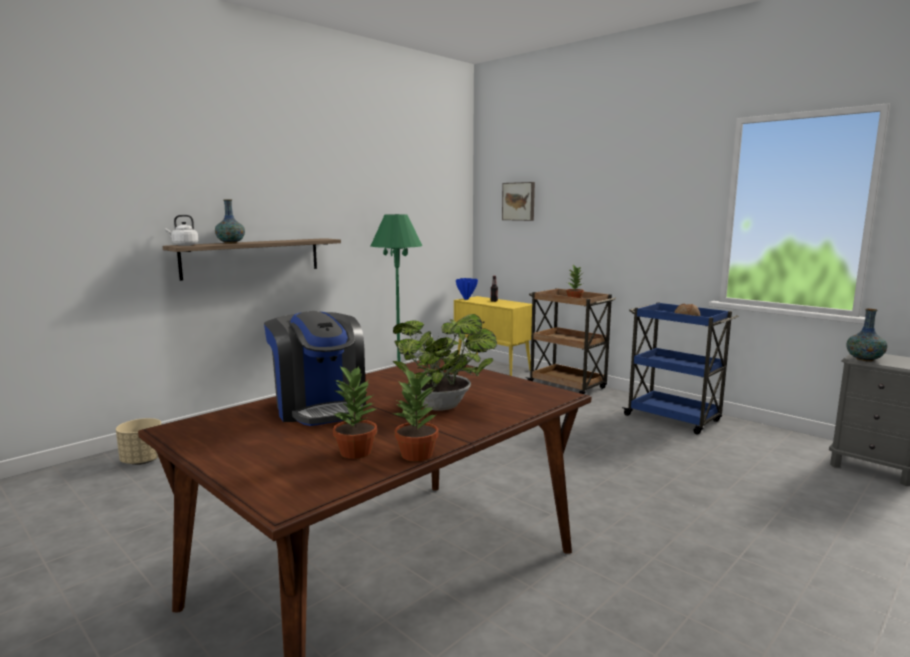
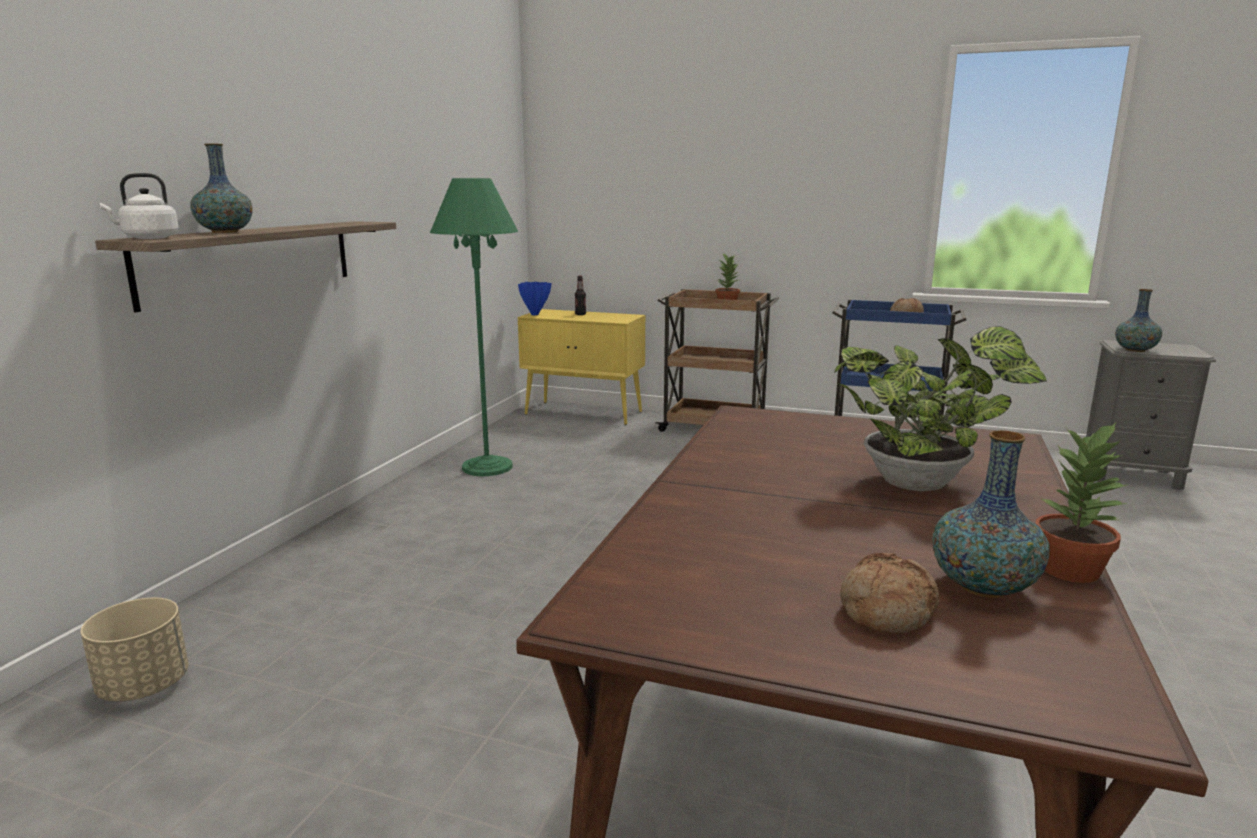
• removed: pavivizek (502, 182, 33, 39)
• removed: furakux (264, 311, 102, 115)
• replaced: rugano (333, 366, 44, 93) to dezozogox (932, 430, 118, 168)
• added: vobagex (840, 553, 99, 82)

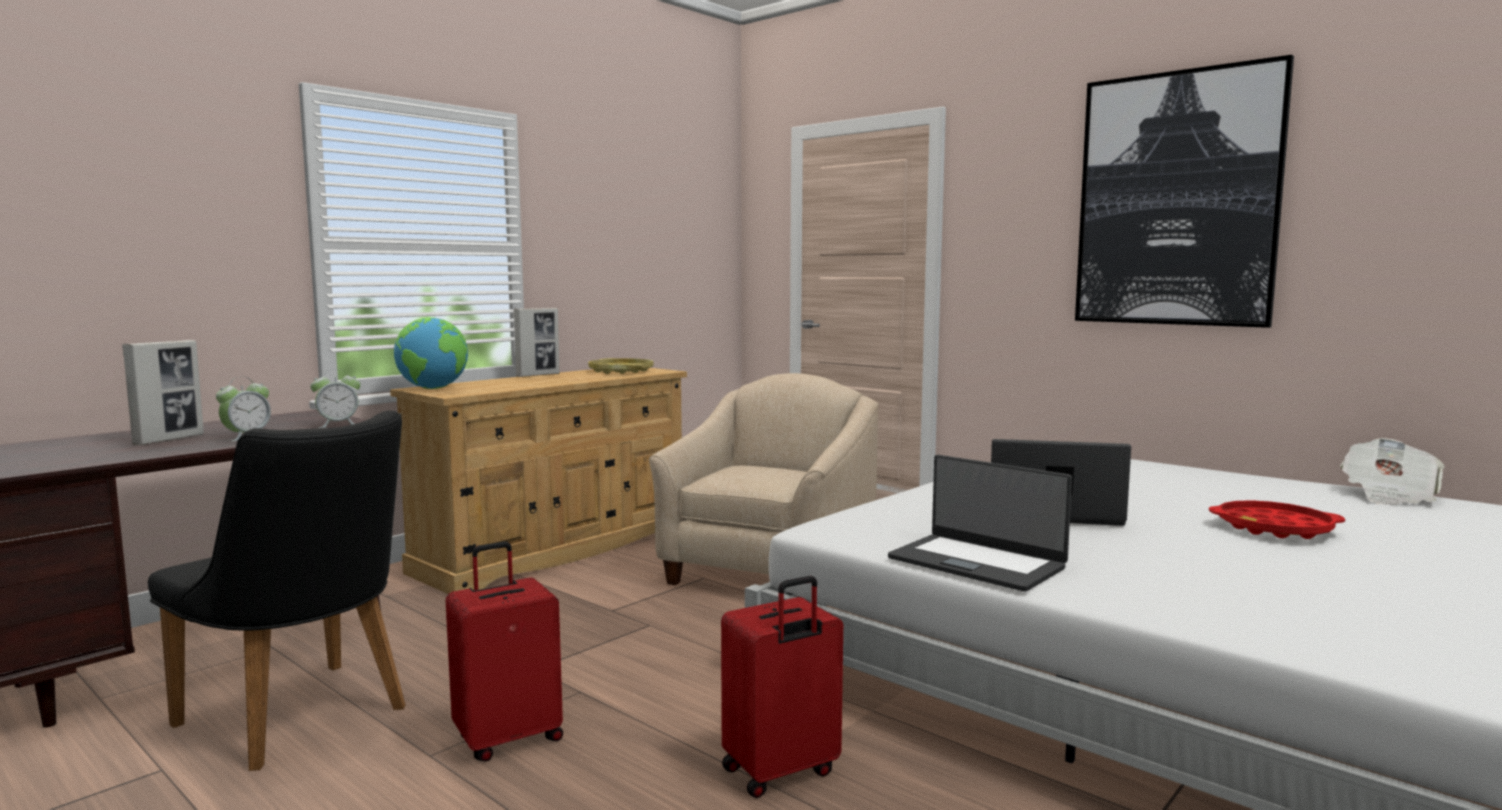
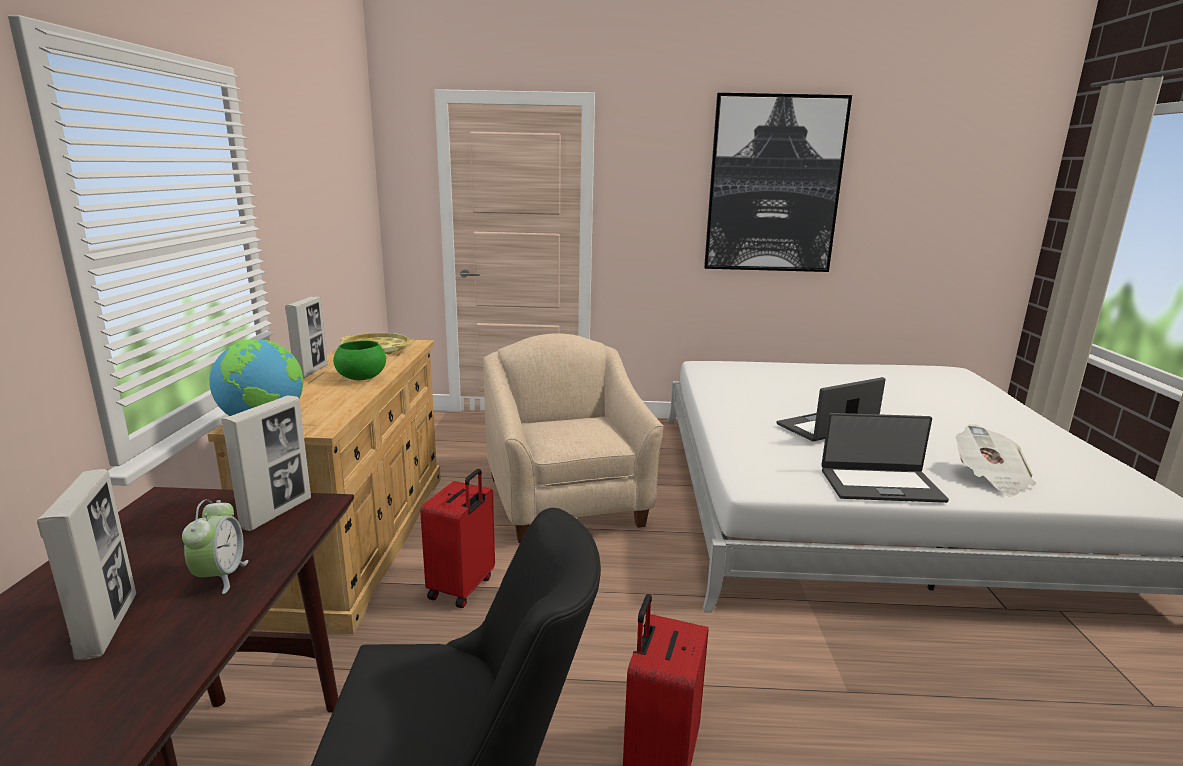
• replaced: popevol (310, 369, 51, 59) to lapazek (221, 395, 90, 136)
• moved: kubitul (1340, 438, 104, 67) to (955, 424, 81, 73)
• removed: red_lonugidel (1209, 500, 136, 39)
• moved: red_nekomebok (721, 576, 122, 222) to (420, 469, 75, 139)
• added: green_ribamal (333, 340, 53, 40)

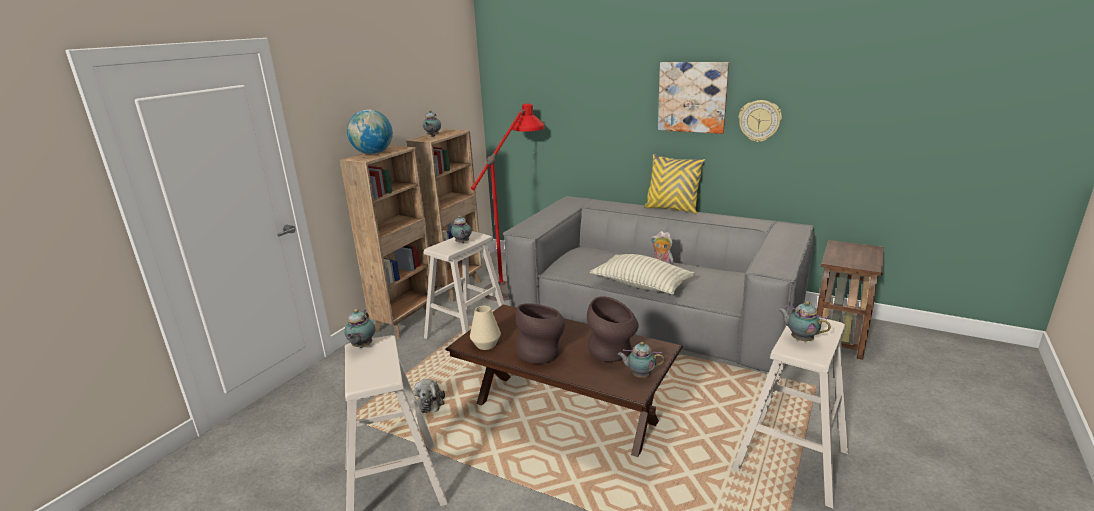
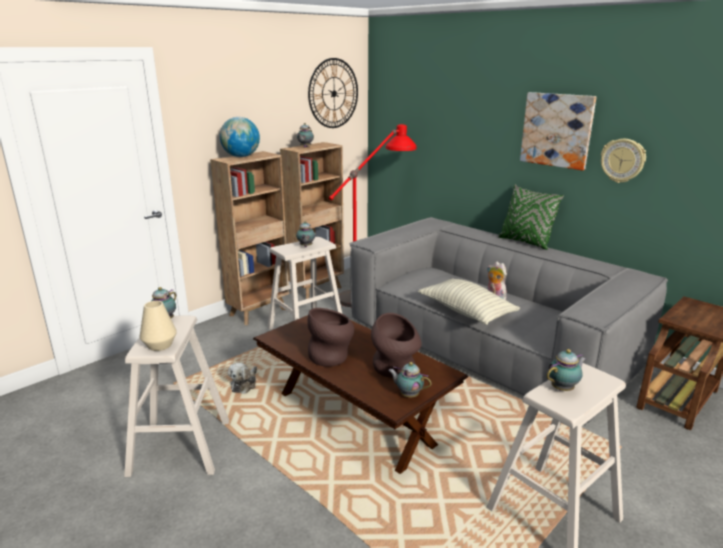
• recoloured: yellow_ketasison (644, 154, 61, 60) to green_ketasison (498, 185, 66, 65)
• turned: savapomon (779, 301, 52, 41) = (547, 349, 39, 42) 90 degrees clockwise
• moved: beige_dezozogox (470, 306, 31, 44) to (140, 301, 37, 50)
• added: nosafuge (308, 58, 50, 70)

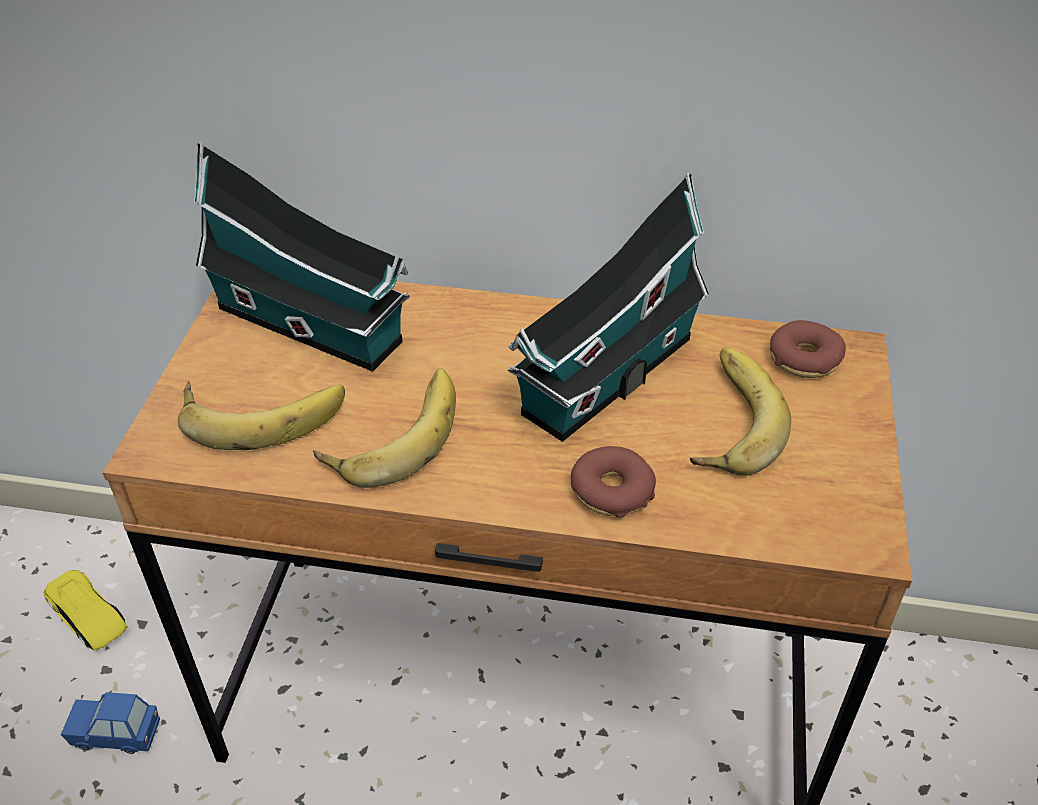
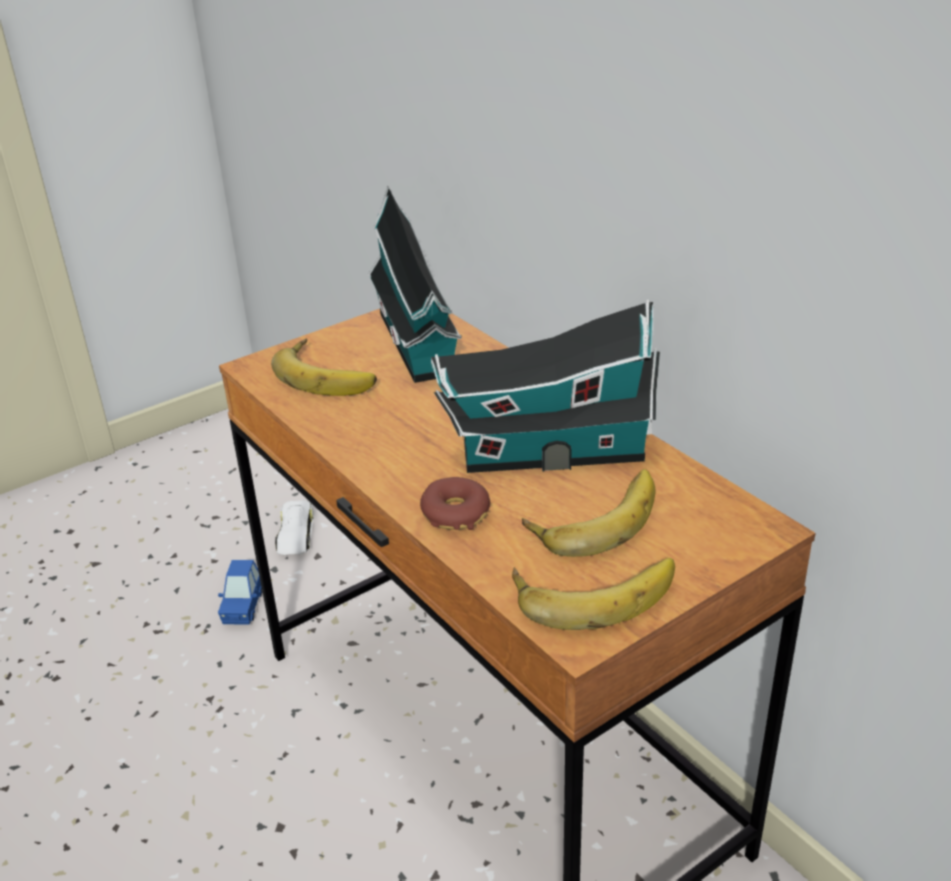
• removed: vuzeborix (770, 320, 76, 58)
• moved: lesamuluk (313, 368, 143, 120) to (512, 558, 163, 72)
• recoloured: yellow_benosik (43, 570, 85, 81) to white_benosik (275, 500, 39, 55)
• turned: blue_benosik (61, 692, 99, 62) = (218, 560, 44, 65) 135 degrees counterclockwise

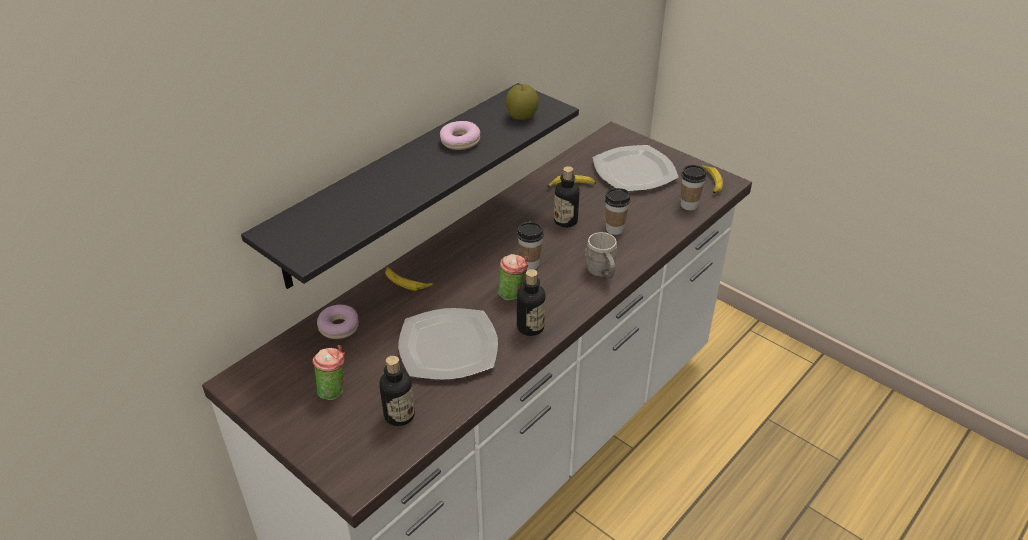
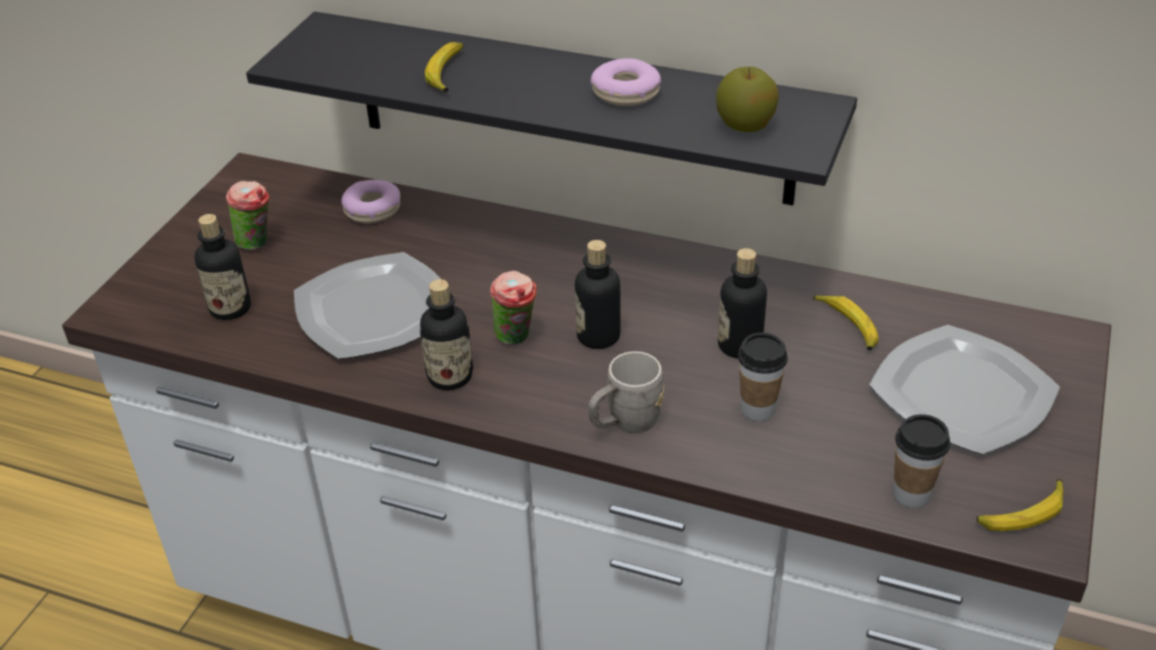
• replaced: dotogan (517, 222, 27, 48) to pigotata (575, 240, 46, 109)
• moved: lesamuluk (385, 267, 48, 24) to (425, 42, 39, 50)

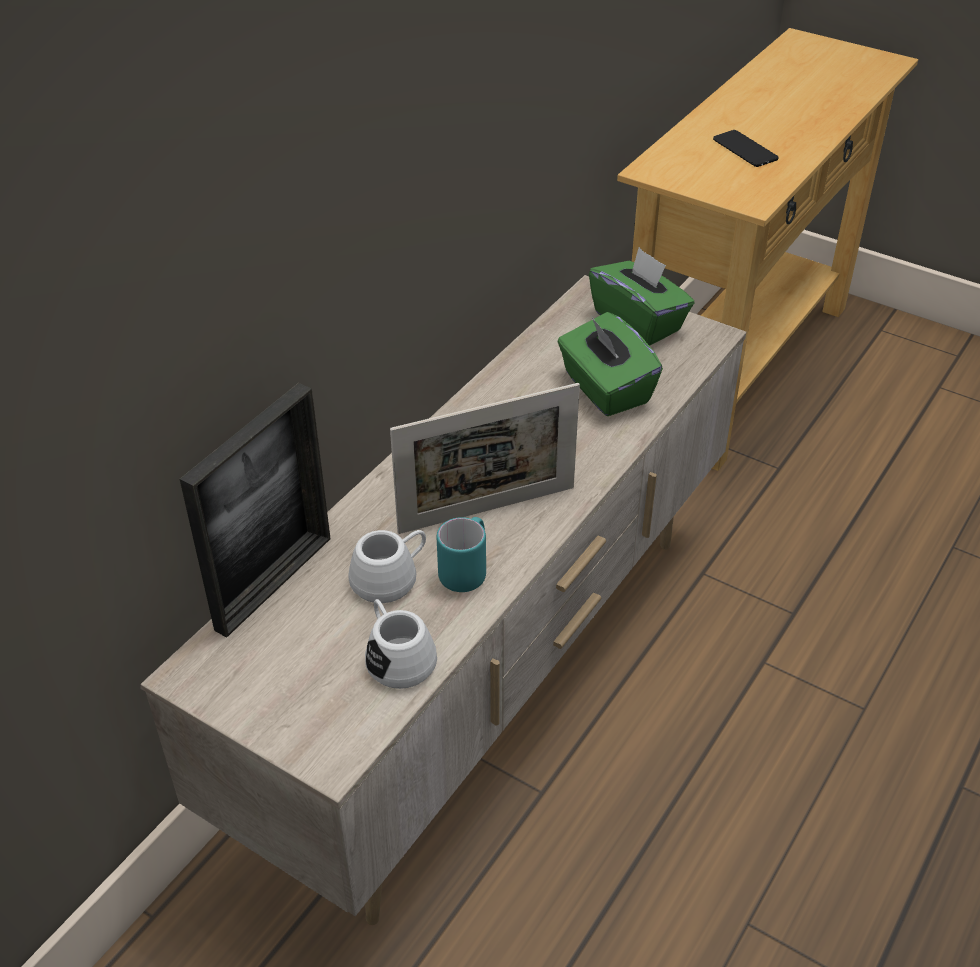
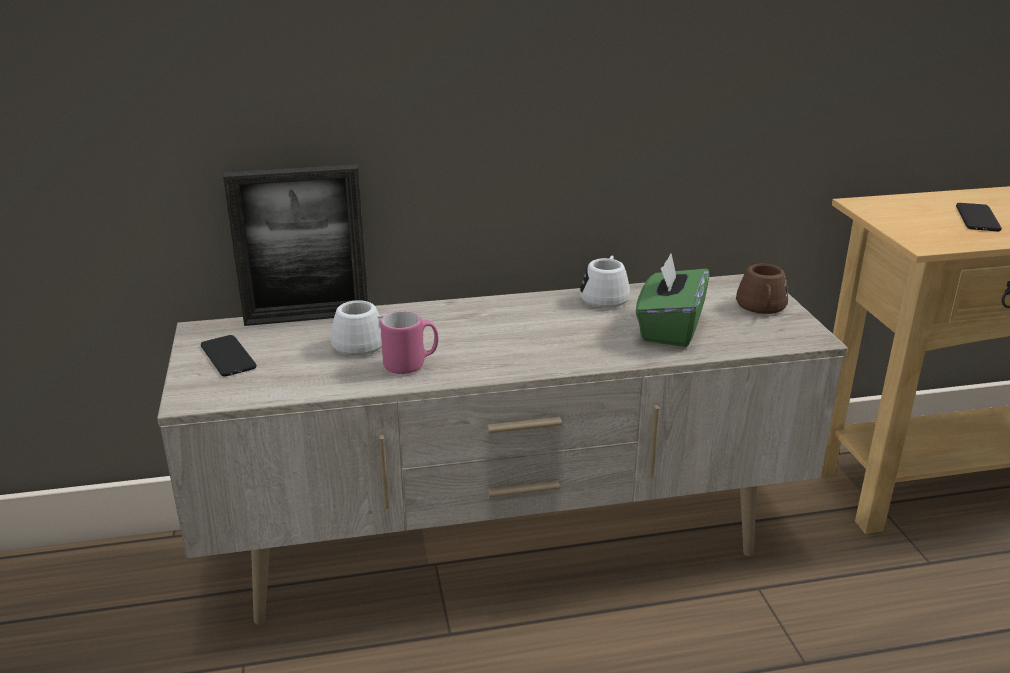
• replaced: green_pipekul (589, 247, 106, 99) to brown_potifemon (736, 264, 52, 50)
• removed: lapazek (390, 383, 190, 151)
• recoloured: turquoise_potifemon (437, 517, 49, 75) to pink_potifemon (380, 311, 59, 63)
• moved: white_potifemon (365, 599, 72, 90) to (580, 256, 50, 52)
• added: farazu (201, 335, 55, 42)

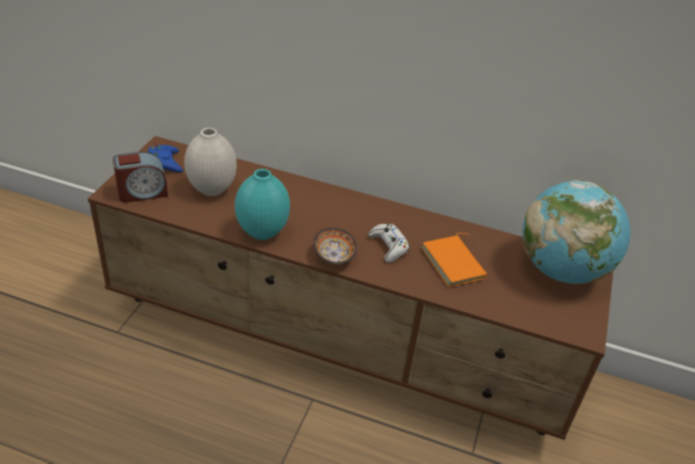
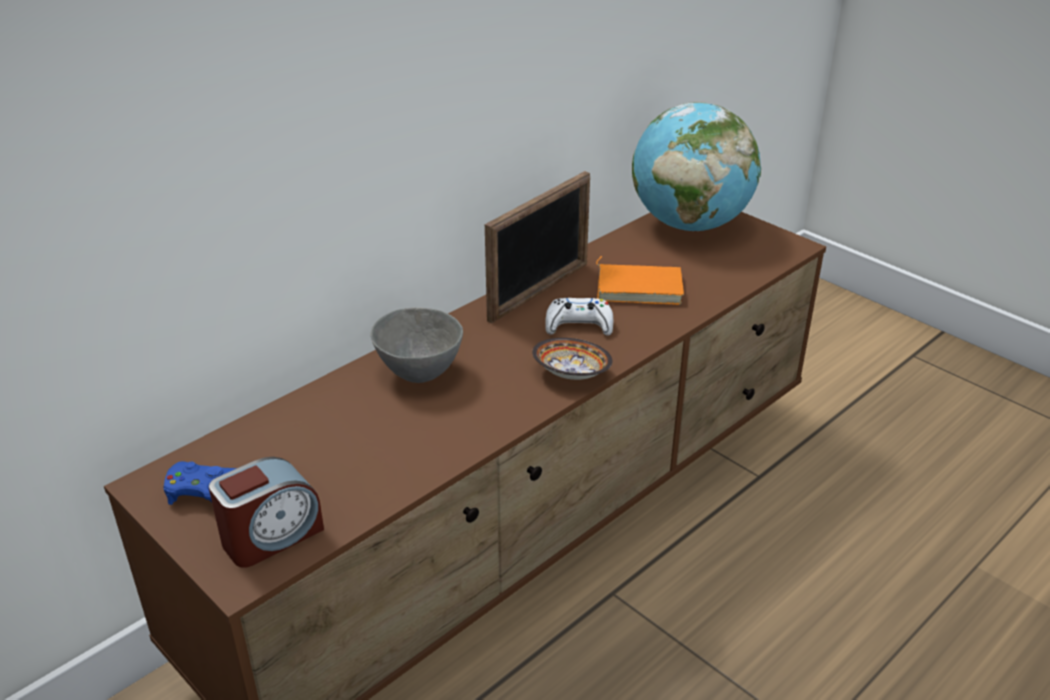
• removed: white_dezozogox (184, 128, 53, 68)
• turned: popevol (113, 152, 55, 51) = (209, 457, 115, 111) 45 degrees clockwise
• removed: turquoise_dezozogox (235, 169, 55, 71)
• added: lapazek (485, 171, 105, 152)
• added: grey_ribamal (370, 307, 93, 76)

